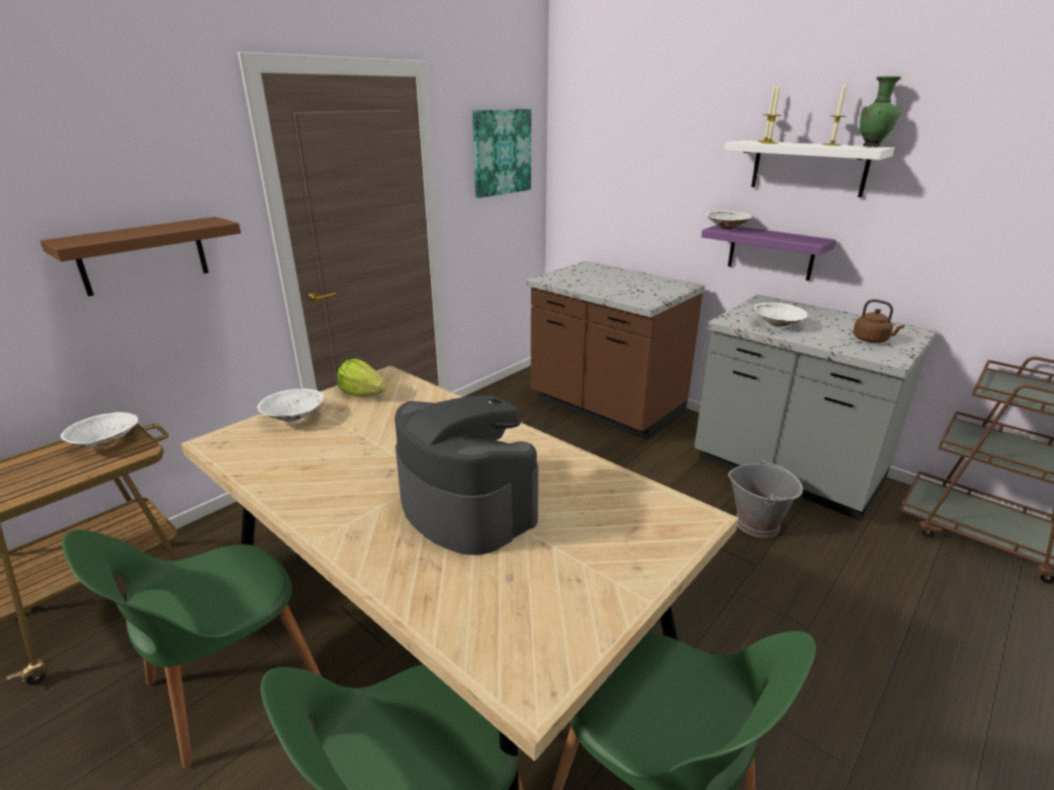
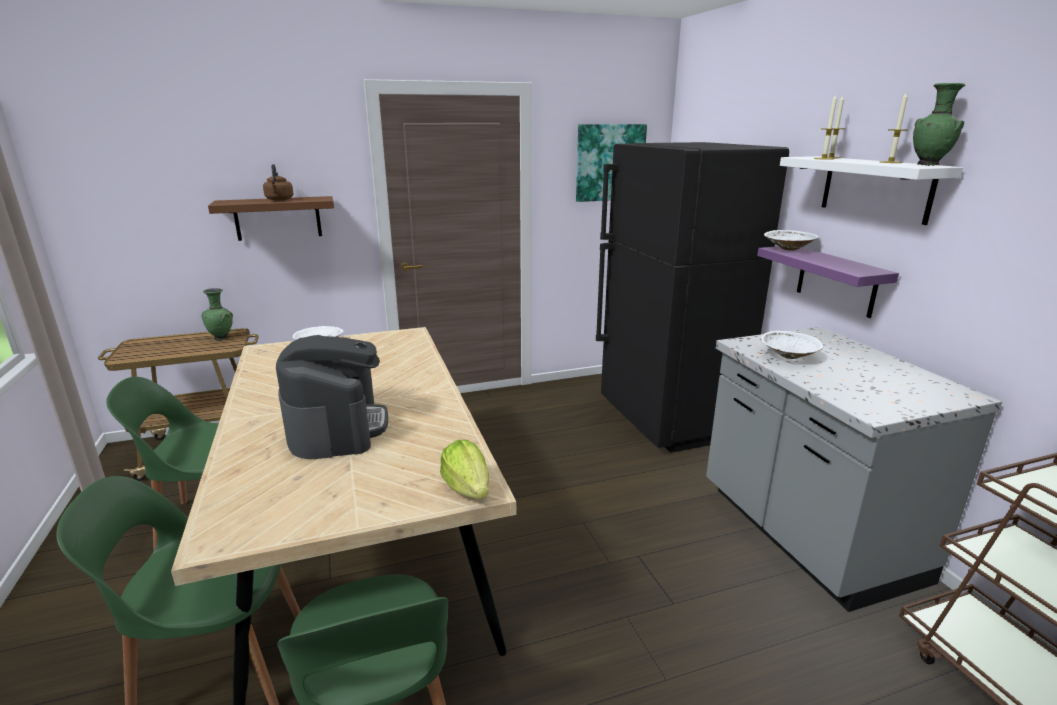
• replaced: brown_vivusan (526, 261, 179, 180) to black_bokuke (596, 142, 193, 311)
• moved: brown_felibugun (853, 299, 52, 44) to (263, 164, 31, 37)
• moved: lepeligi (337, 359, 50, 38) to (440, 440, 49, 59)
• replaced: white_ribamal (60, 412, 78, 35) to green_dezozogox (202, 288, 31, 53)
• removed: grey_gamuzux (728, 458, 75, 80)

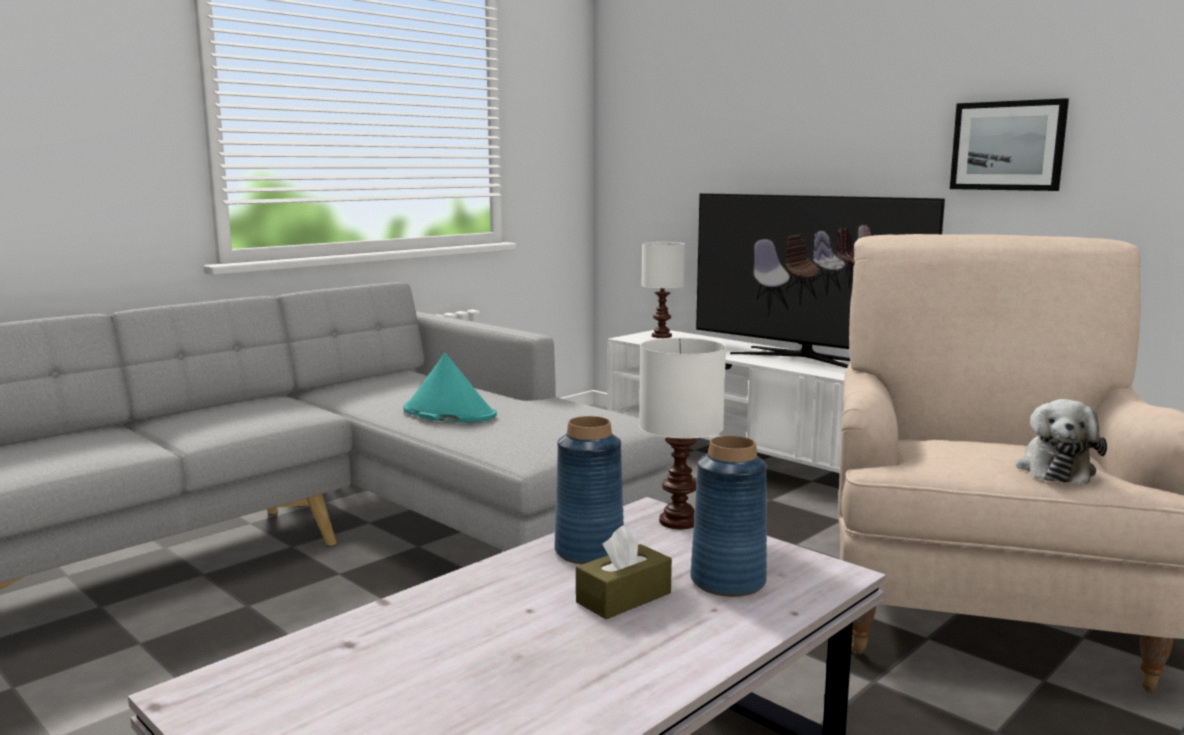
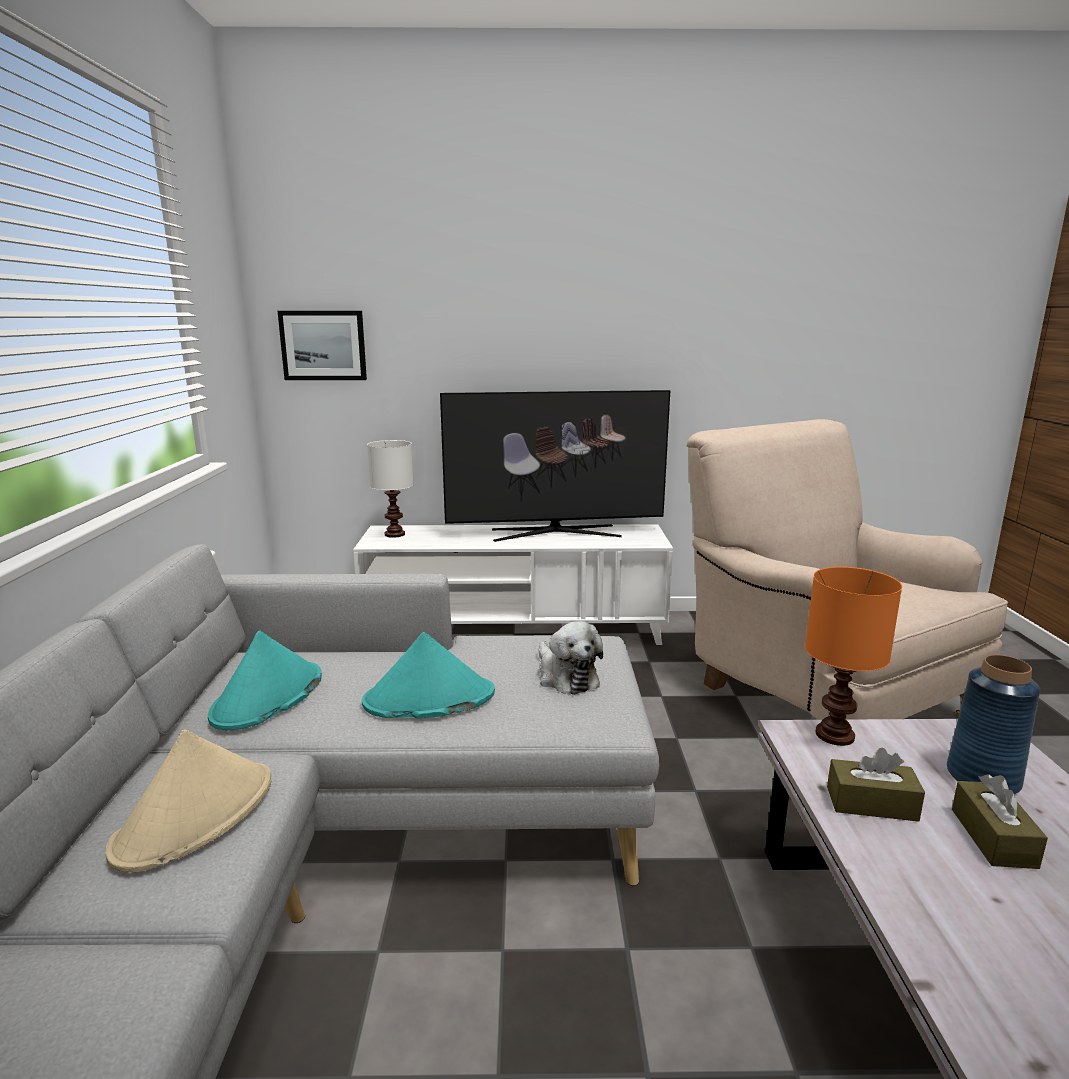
• moved: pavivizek (950, 98, 119, 93) to (278, 311, 89, 69)
• recoloured: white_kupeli (639, 338, 87, 191) to orange_kupeli (805, 567, 97, 179)
• moved: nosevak (1016, 399, 91, 85) to (539, 621, 64, 74)
• replaced: blue_dezozogox (554, 416, 70, 148) to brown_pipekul (827, 748, 98, 74)
• added: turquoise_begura (208, 630, 114, 100)
• added: beige_begura (106, 729, 166, 143)

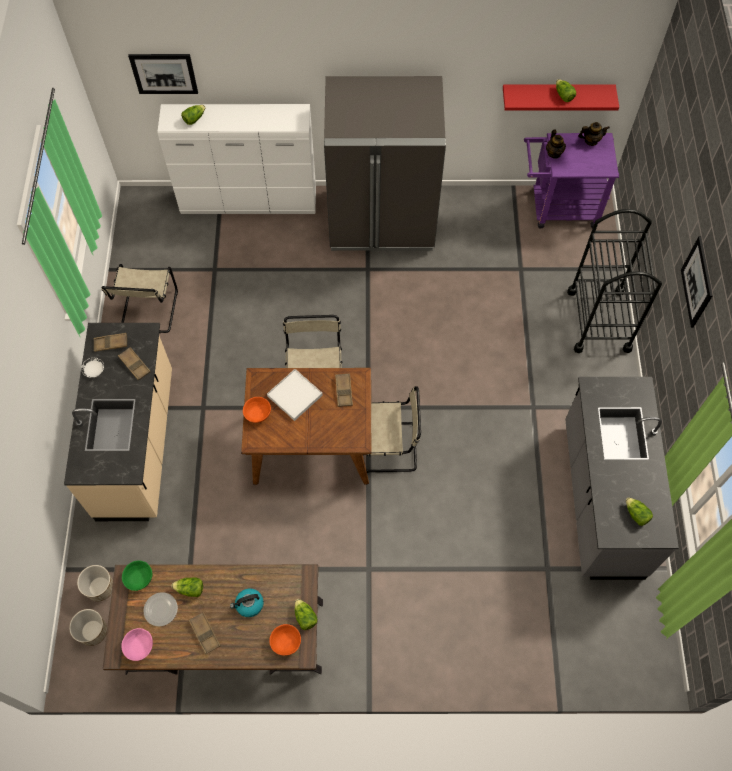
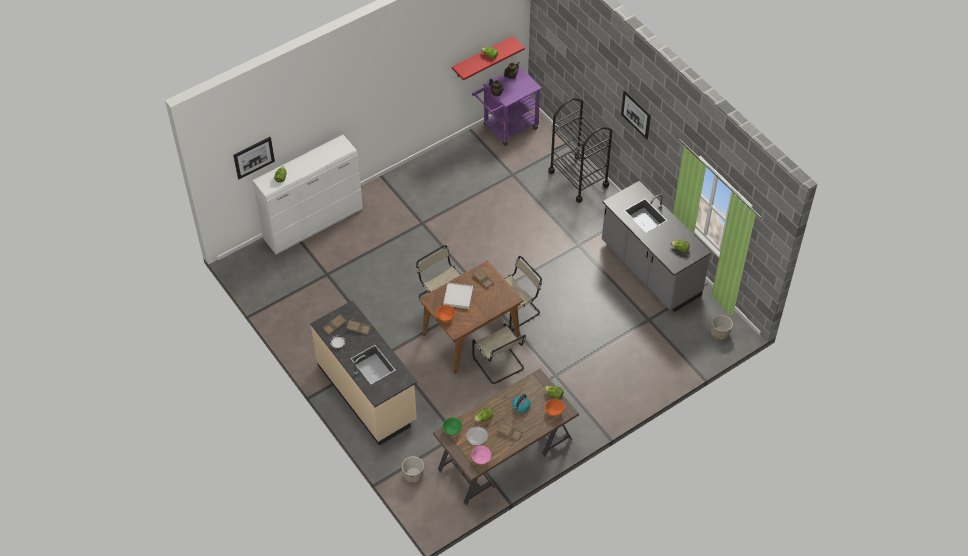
• removed: grey_bokuke (324, 76, 122, 175)
• moved: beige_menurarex (101, 264, 77, 69) to (472, 324, 54, 60)
• moved: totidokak (69, 609, 38, 37) to (711, 315, 22, 25)

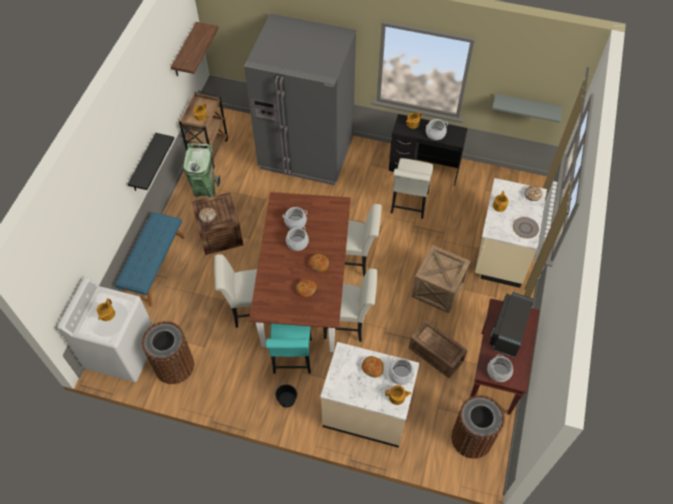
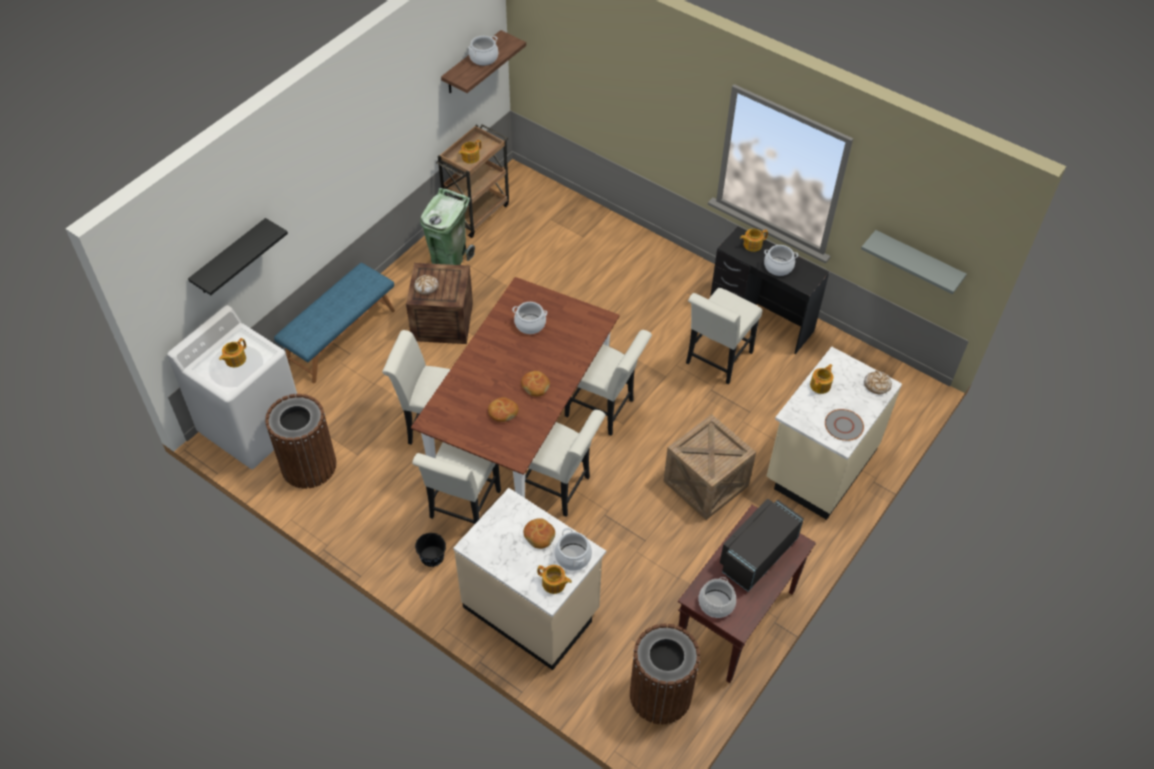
• removed: grey_bokuke (244, 14, 112, 172)
• moved: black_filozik (128, 133, 46, 58) to (188, 218, 100, 77)
• moved: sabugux (286, 226, 23, 25) to (468, 36, 30, 30)
• removed: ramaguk (409, 320, 59, 58)
• recoloured: turquoise_menurarex (266, 323, 46, 51) to white_menurarex (412, 442, 89, 83)

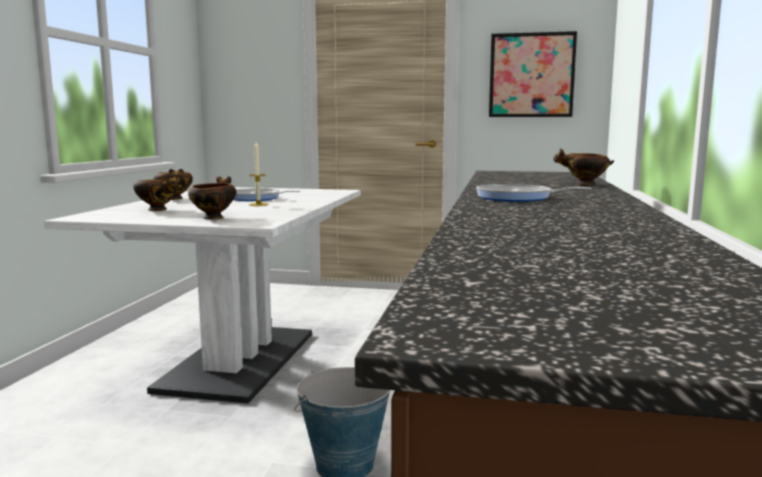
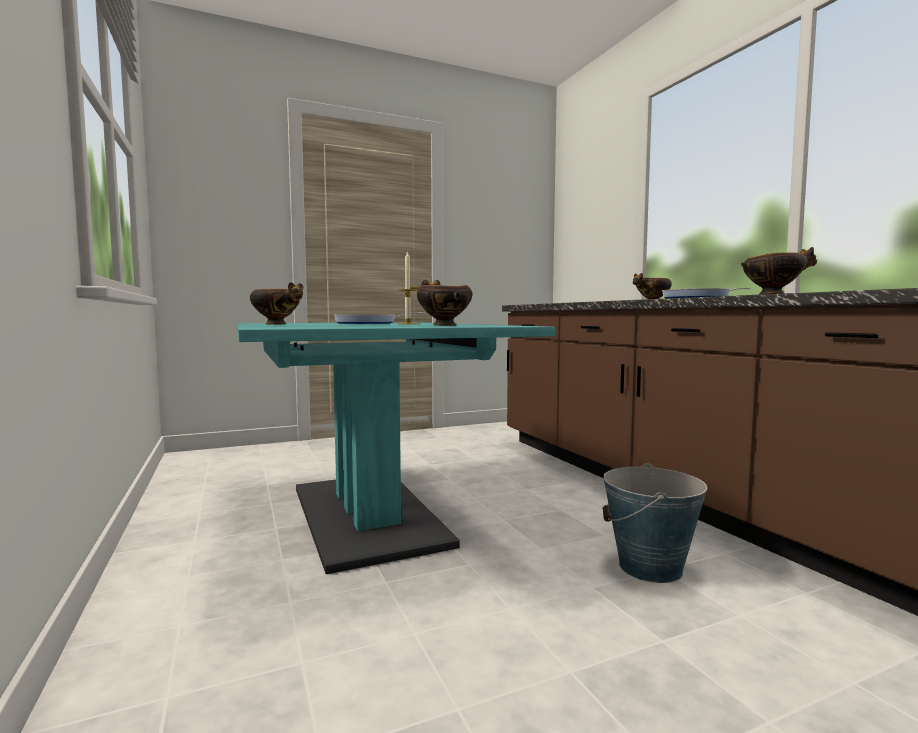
• removed: pavivizek (489, 31, 88, 86)
• moved: ribamal (133, 175, 47, 36) to (741, 247, 76, 48)
• recoloured: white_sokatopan (44, 187, 317, 217) to turquoise_sokatopan (237, 322, 318, 252)

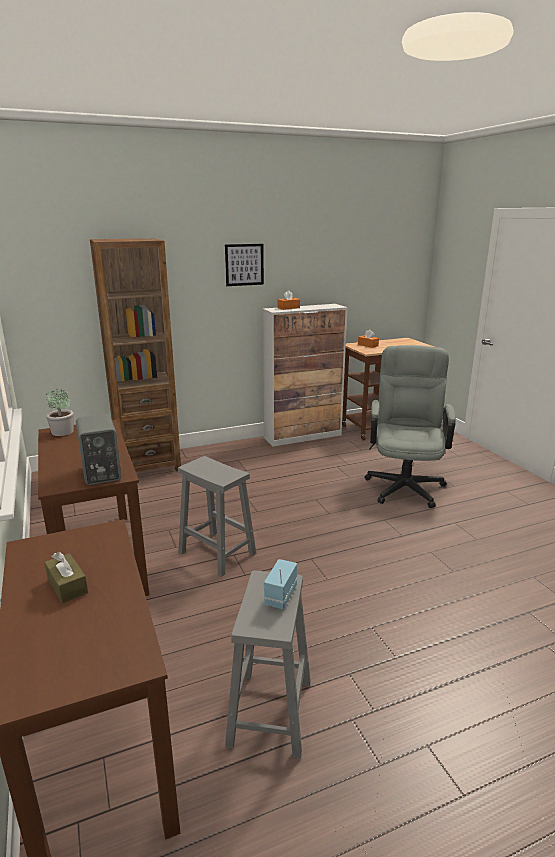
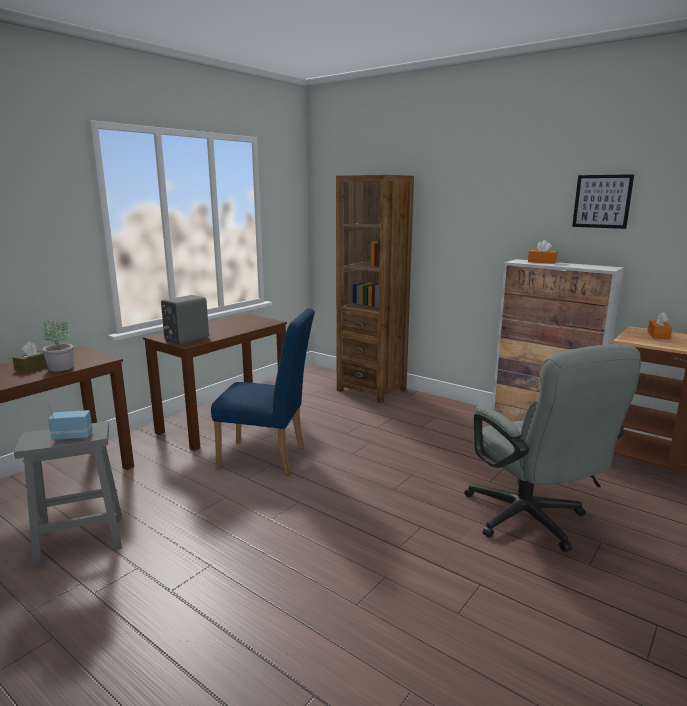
• moved: pavivizek (225, 244, 39, 42) to (572, 174, 62, 55)
• turned: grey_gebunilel (364, 345, 92, 163) = (464, 345, 177, 207) 90 degrees clockwise
• moved: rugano (46, 388, 28, 48) to (42, 321, 31, 50)
• replaced: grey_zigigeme (178, 456, 78, 121) to blue_menurarex (211, 308, 104, 166)

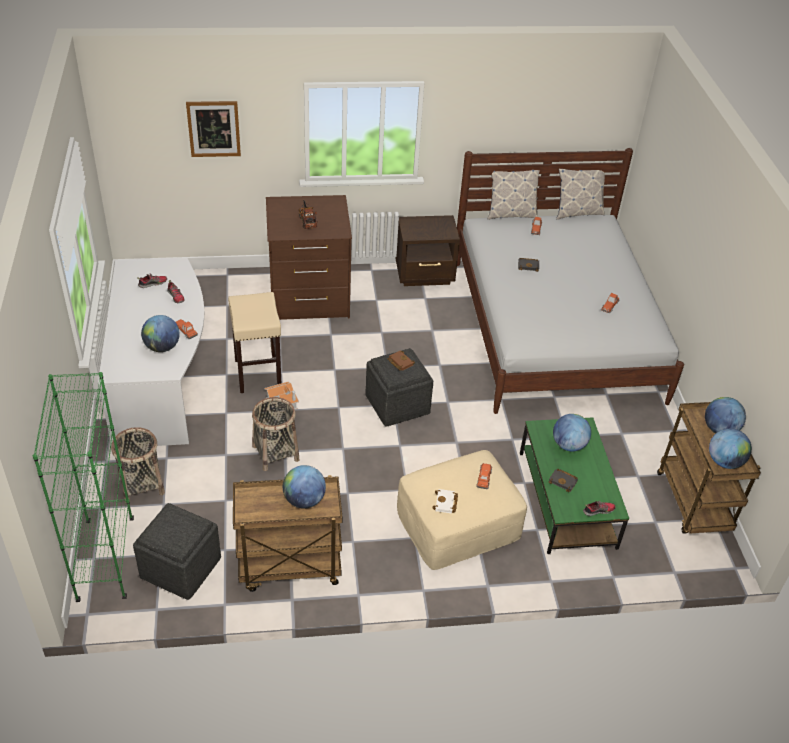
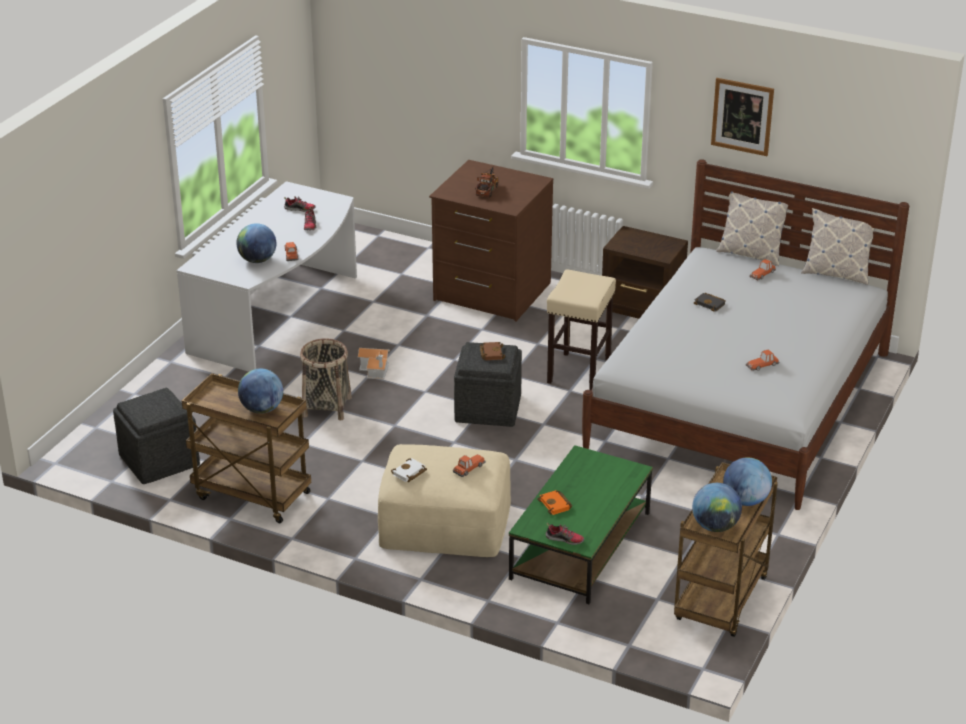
• moved: pavivizek (186, 101, 55, 56) to (711, 78, 63, 78)
• moved: beige_zigigeme (228, 292, 53, 101) to (547, 269, 69, 121)
• removed: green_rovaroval (33, 372, 101, 230)
• removed: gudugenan (553, 414, 38, 37)
• removed: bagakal (111, 427, 54, 75)
• recoloured: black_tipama (548, 469, 30, 23) to orange_tipama (537, 490, 35, 25)

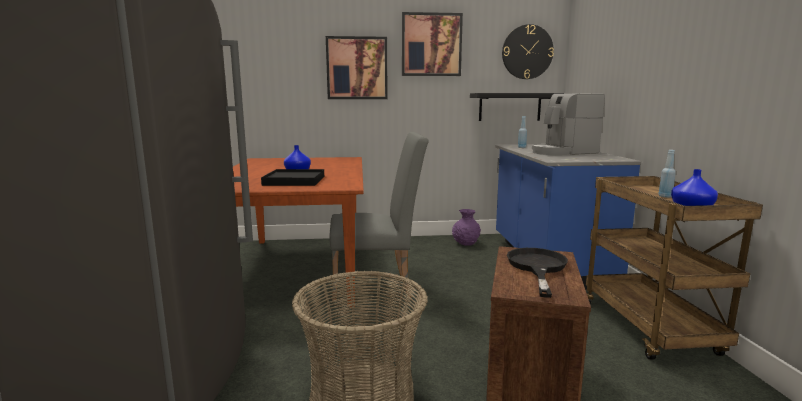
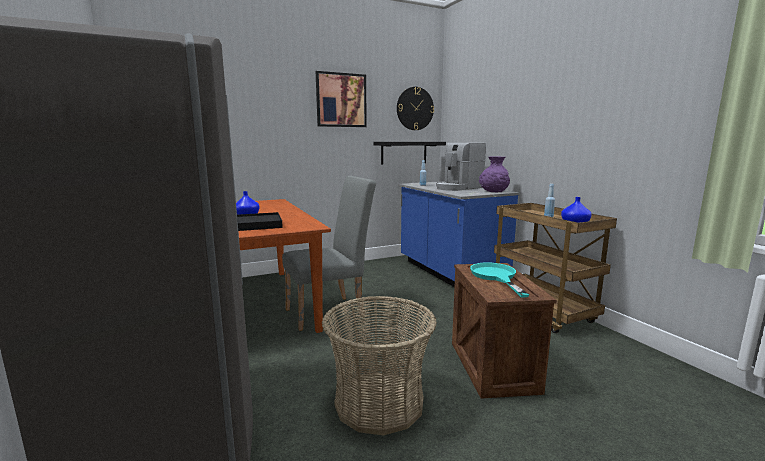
• removed: pavivizek (326, 36, 62, 63)
• moved: purple_dezozogox (452, 209, 29, 37) to (479, 157, 31, 35)
• recoloured: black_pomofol (507, 248, 61, 50) to turquoise_pomofol (470, 262, 60, 35)

